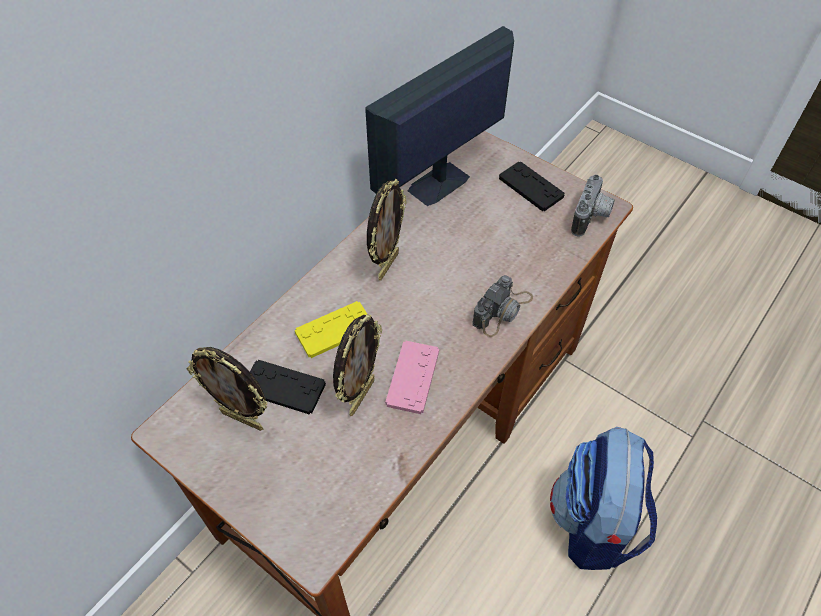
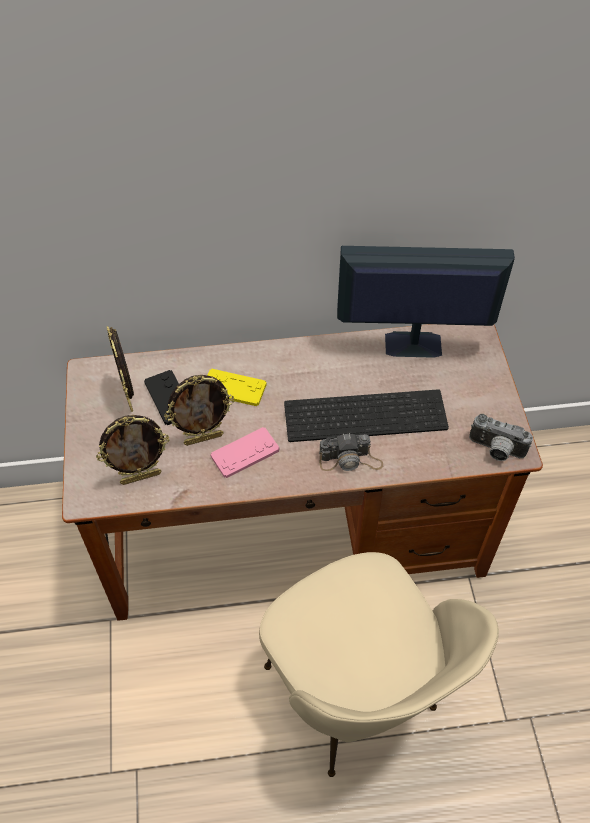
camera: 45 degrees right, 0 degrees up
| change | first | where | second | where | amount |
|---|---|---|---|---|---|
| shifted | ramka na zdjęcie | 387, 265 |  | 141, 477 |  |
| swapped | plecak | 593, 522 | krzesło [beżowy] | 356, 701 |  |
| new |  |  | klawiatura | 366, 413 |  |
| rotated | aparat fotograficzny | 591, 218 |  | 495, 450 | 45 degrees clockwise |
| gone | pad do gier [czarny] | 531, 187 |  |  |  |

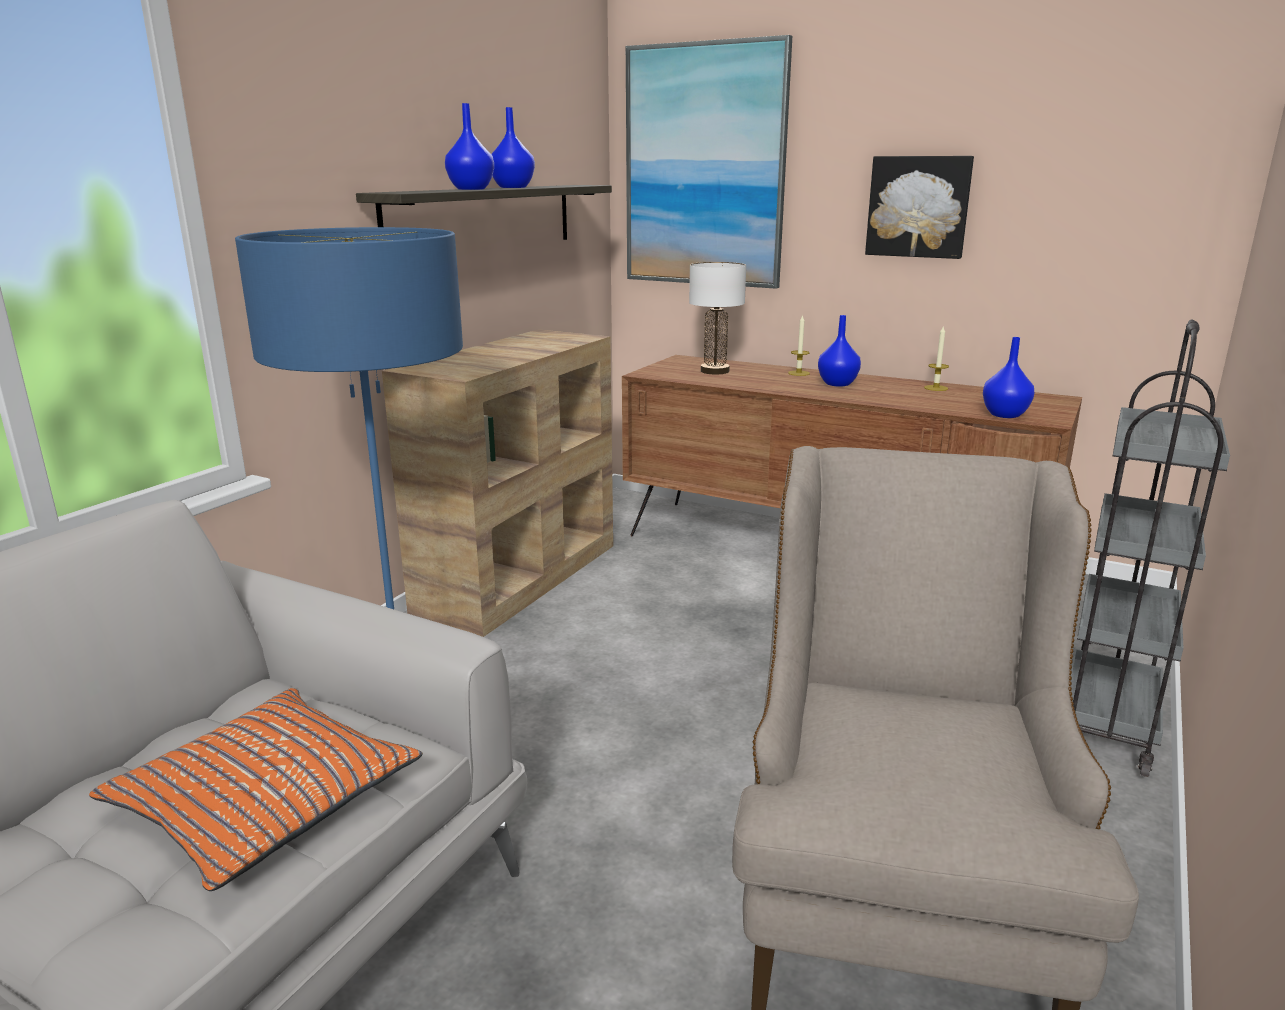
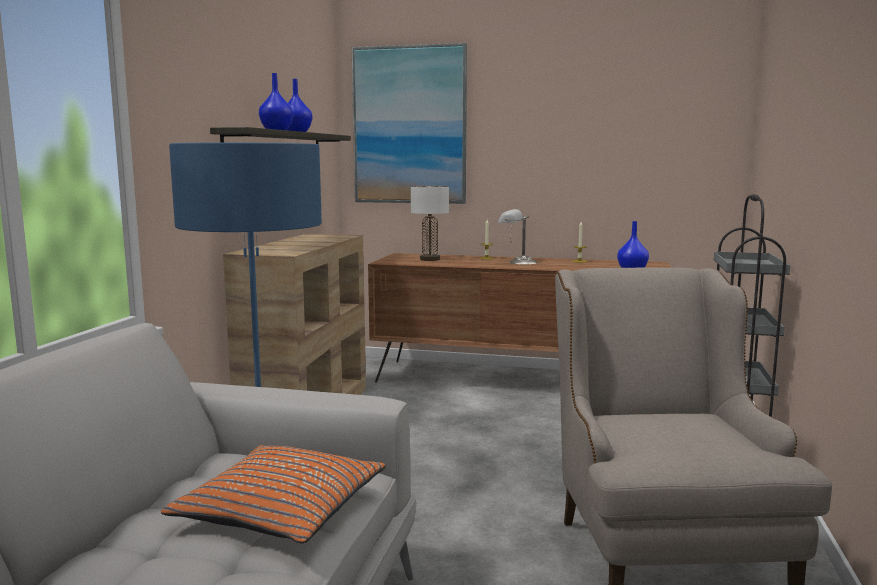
camera: 15 degrees left, 10 degrees down
| change | first | where | second | where | amount |
|---|---|---|---|---|---|
| swapped | wazon [niebieski] | 838, 384 | lampa stołowa [biały] | 517, 262 |  |
| gone | obraz | 918, 207 |  |  |  |

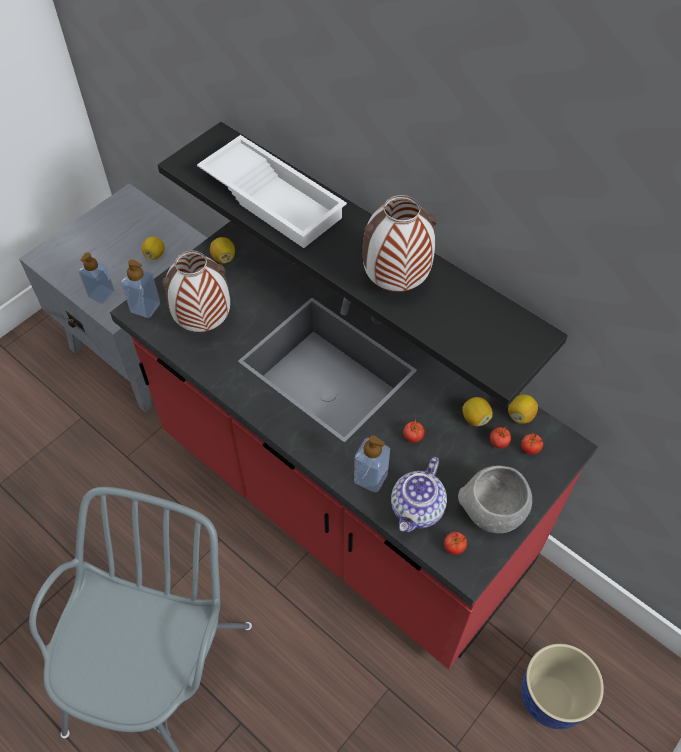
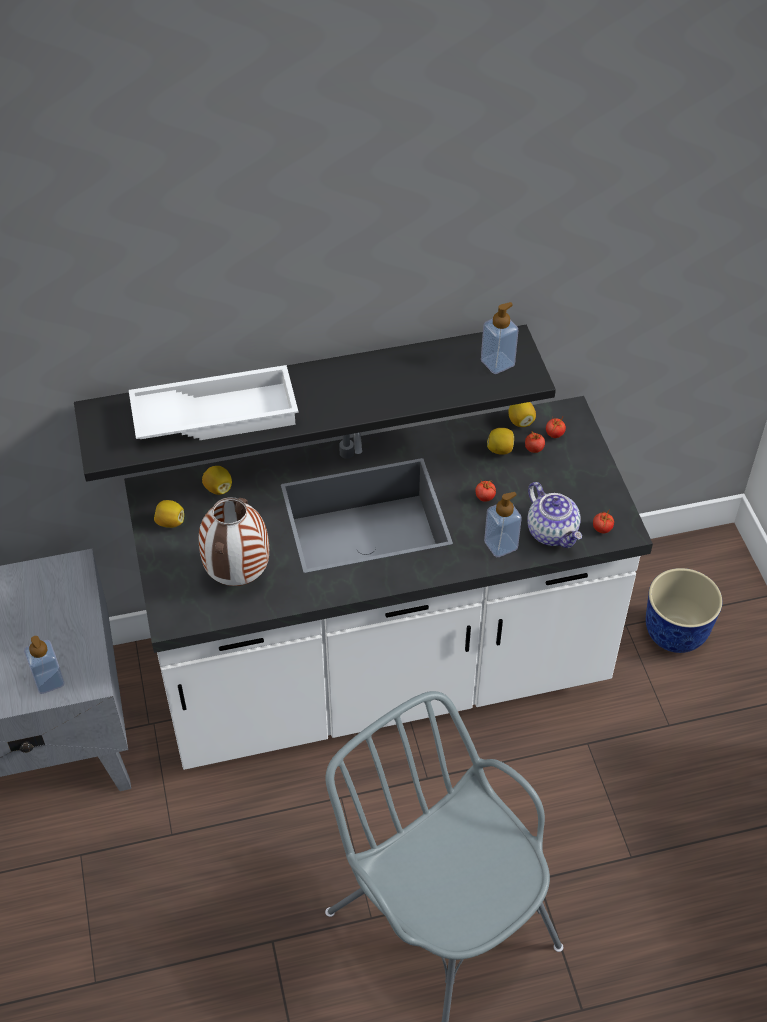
camera: 55 degrees left, 5 degrees down
| change | first | where | second | where | amount |
|---|---|---|---|---|---|
| repainted | zabudowa kuchenna [czerwony] | 340, 502 | zabudowa kuchenna [biały] | 383, 674 |  |
| shifted | cytryna | 155, 254 |  | 218, 488 |  |
| shifted | dozownik mydła | 145, 307 |  | 497, 363 |  |
| gone | wazon | 395, 285 |  |  |  |
| gone | miska [szary] | 491, 514 |  |  |  |

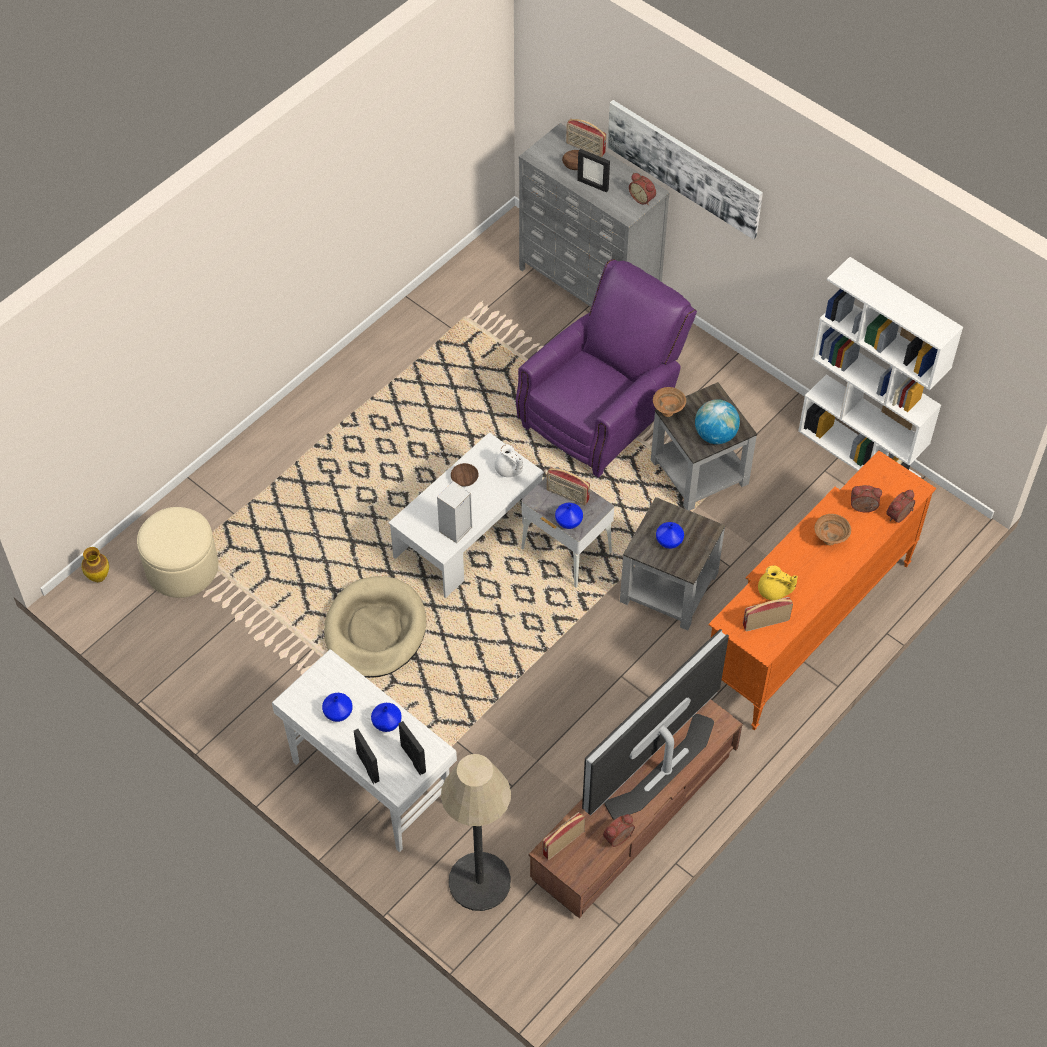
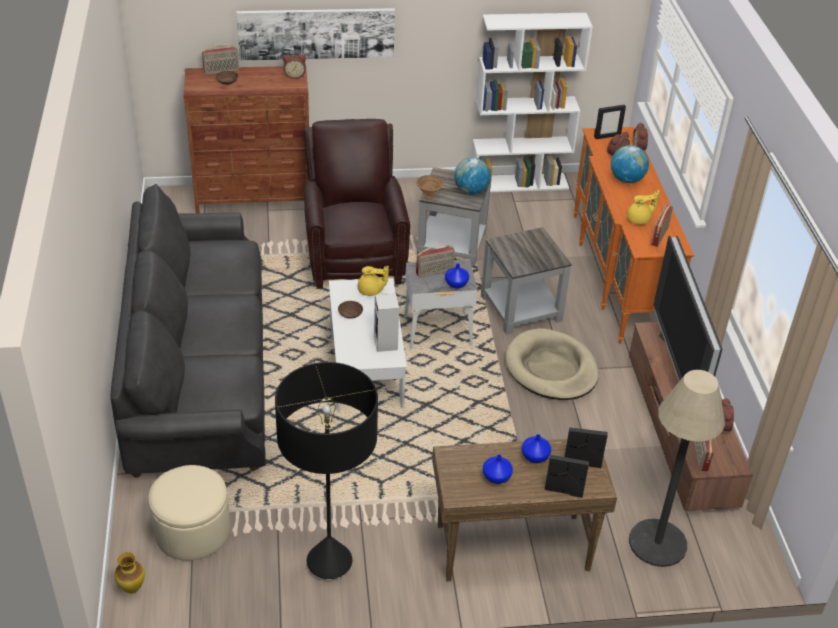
camera: 50 degrees left, 15 degrees down
| change | first | where | second | where | amount |
|---|---|---|---|---|---|
| new |  |  | kanapa [czarny] | 199, 371 |  |
| repainted | komoda [szary] | 589, 286 | komoda [brązowy] | 254, 198 |  |
| new |  |  | lampa stojąca [czarny] | 329, 564 |  |
| repainted | fotel [fioletowy] | 603, 411 | fotel [brązowy] | 354, 251 |  |
| repainted | imbryk [biały] | 509, 470 | imbryk [żółty] | 371, 291 |  |
| repainted | stolik konsolowy [biały] | 369, 782 | stolik konsolowy [brązowy] | 511, 548 |  |
| shifted | legowisko [beżowy] | 375, 630 |  | 551, 368 |  |
| shifted | ramka na zdjęcie | 593, 184 |  | 607, 136 |  |
| swapped | miska [brązowy] | 830, 540 | globus | 626, 179 |  |
| gone | wazon [niebieski] | 669, 541 |  |  |  |

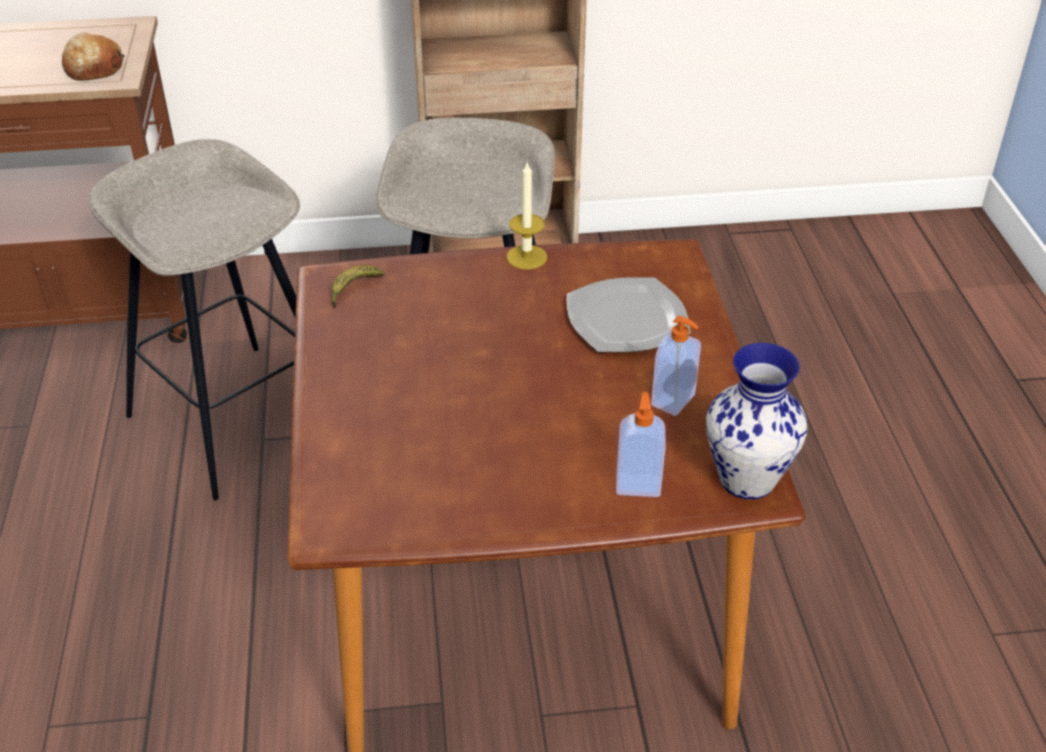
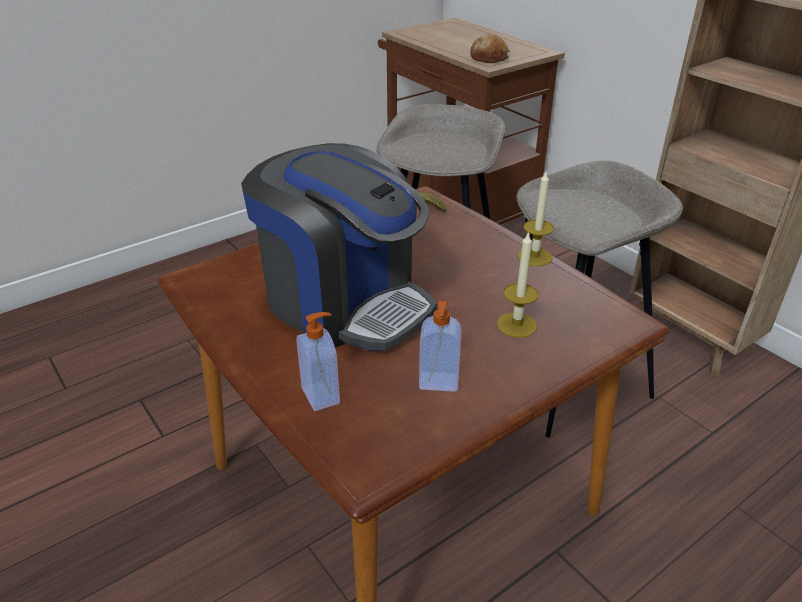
camera: 60 degrees right, 5 degrees down
| change | first | where | second | where | amount |
|---|---|---|---|---|---|
| new |  |  | ekspres do kawy | 345, 304 |  |
| swapped | talerz | 627, 318 | świeca | 516, 325 |  |
| gone | wazon | 746, 480 |  |  |  |

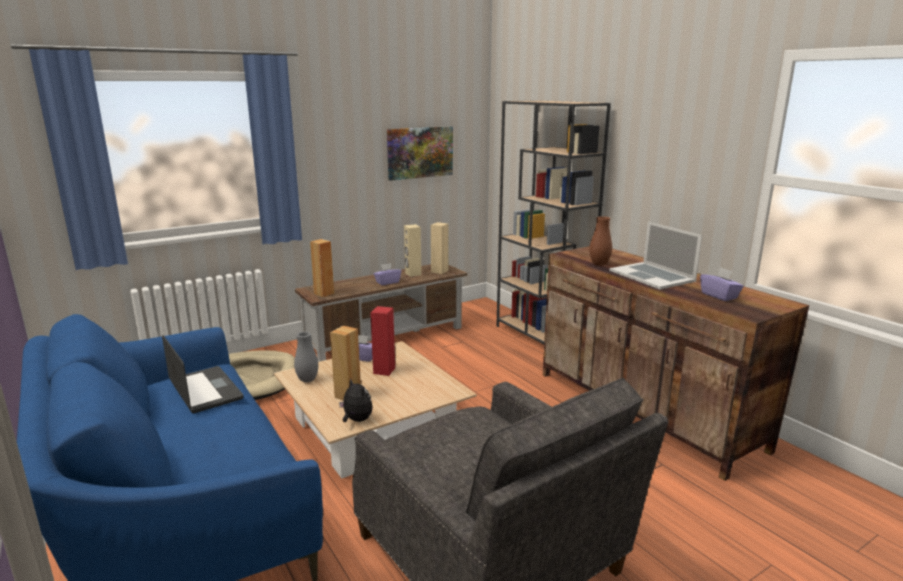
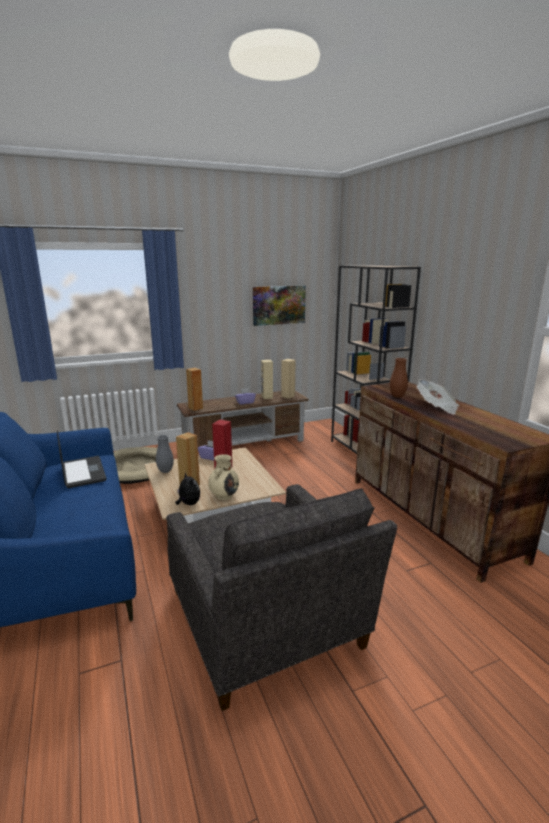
camera: 10 degrees right, 0 degrees up
| change | first | where | second | where | amount |
|---|---|---|---|---|---|
| new |  |  | wazon [beżowy] | 224, 495 |  |
| swapped | laptop | 652, 276 | gazeta | 437, 408 |  |
| gone | pudełko chusteczek [fioletowy] | 719, 296 |  |  |  |

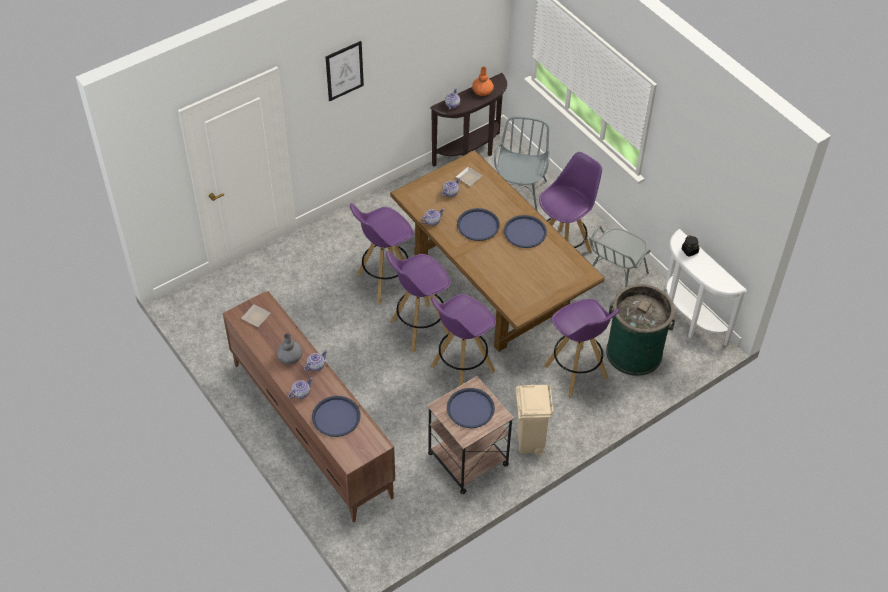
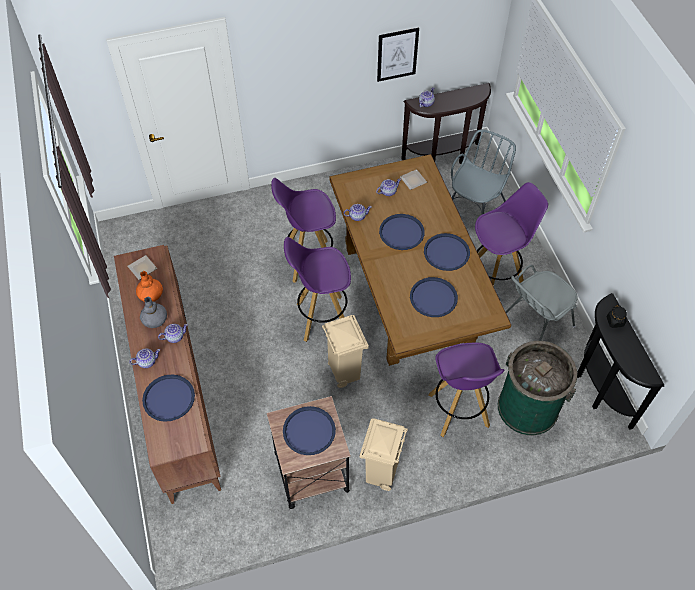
camera: 20 degrees right, 5 degrees up
| change | first | where | second | where | amount |
|---|---|---|---|---|---|
| shifted | wazon [pomarańczowy] | 482, 91 |  | 150, 294 |  |
| swapped | stołek [fioletowy] | 461, 369 | kosz na śmieci [beżowy] | 344, 372 |  |
| shifted | obraz | 344, 71 |  | 397, 54 |  |
| new |  |  | taca [niebieski] | 433, 298 |  |
| repainted | stolik konsolowy [biały] | 688, 320 | stolik konsolowy [czarny] | 598, 389 |  |

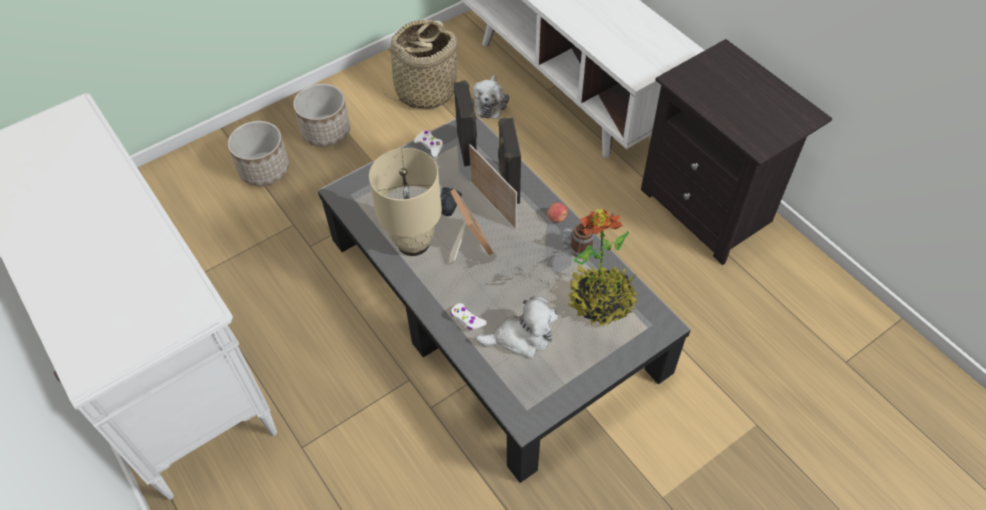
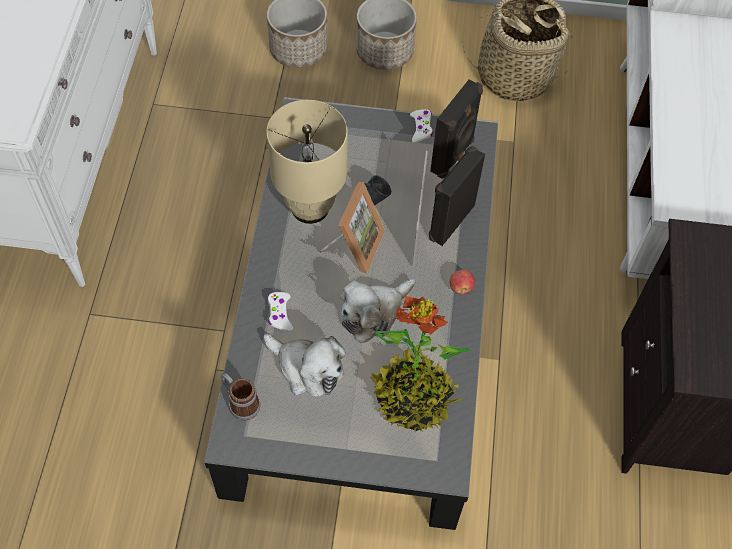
camera: 40 degrees right, 5 degrees up
| change | first | where | second | where | amount |
|---|---|---|---|---|---|
| shifted | kubek | 576, 249 |  | 240, 402 |  |
| shifted | pluszak | 490, 103 |  | 374, 313 |  |

